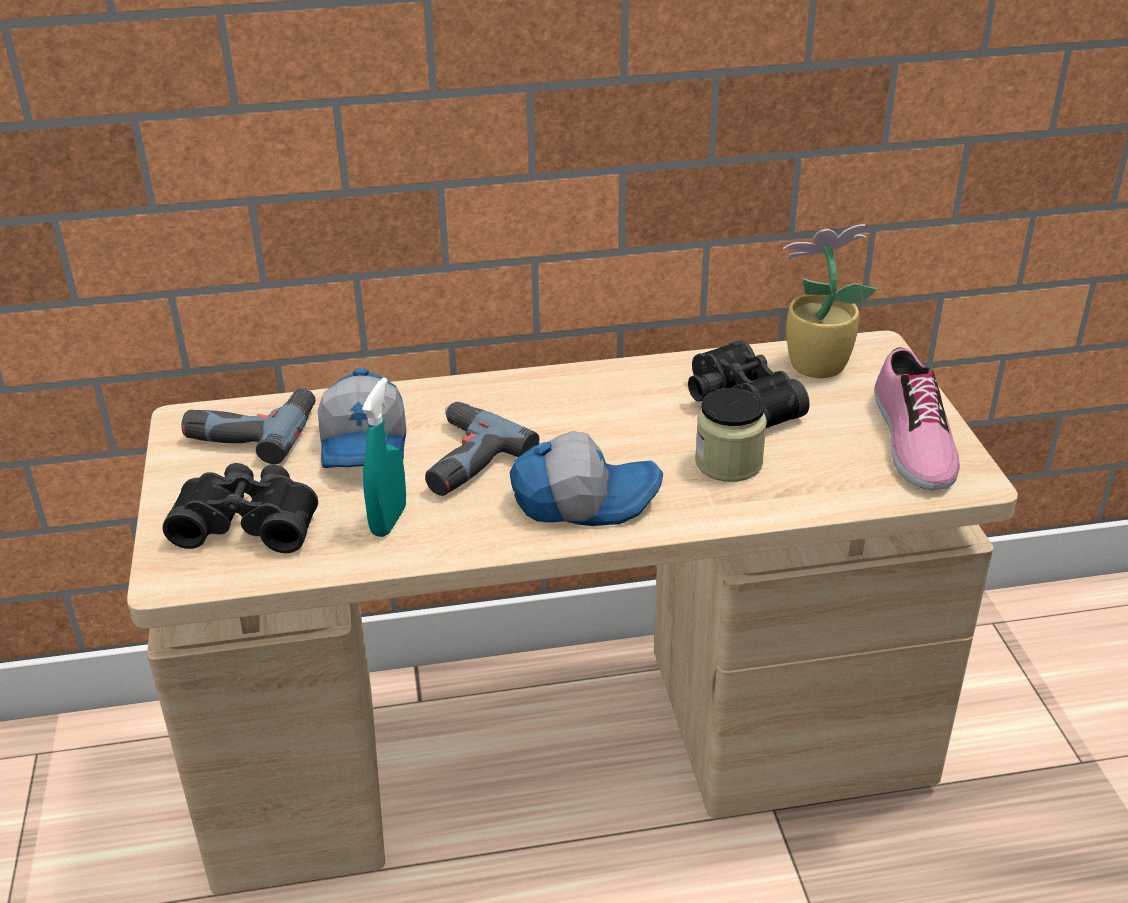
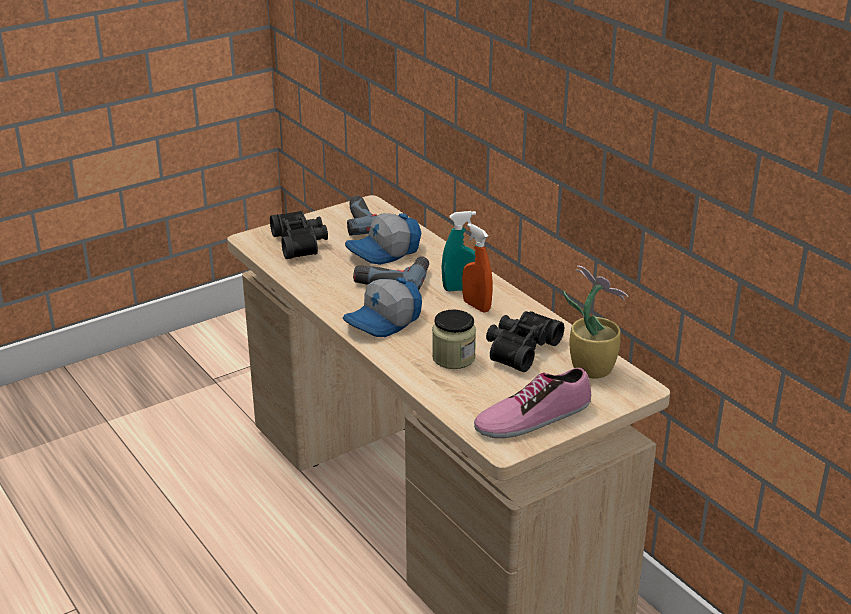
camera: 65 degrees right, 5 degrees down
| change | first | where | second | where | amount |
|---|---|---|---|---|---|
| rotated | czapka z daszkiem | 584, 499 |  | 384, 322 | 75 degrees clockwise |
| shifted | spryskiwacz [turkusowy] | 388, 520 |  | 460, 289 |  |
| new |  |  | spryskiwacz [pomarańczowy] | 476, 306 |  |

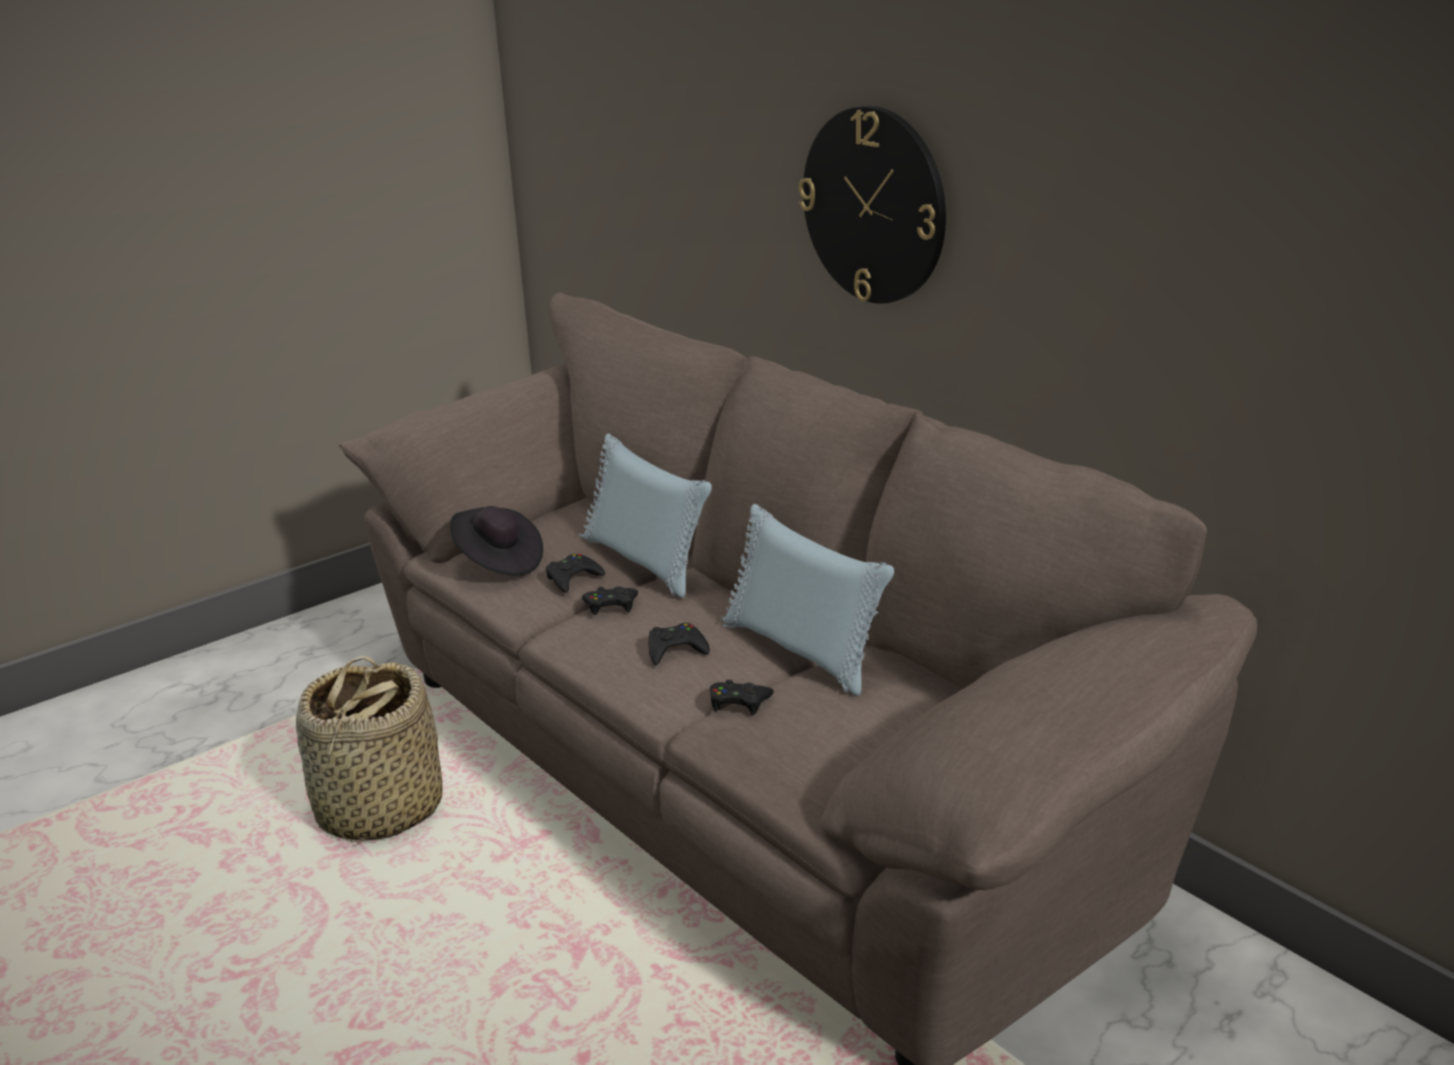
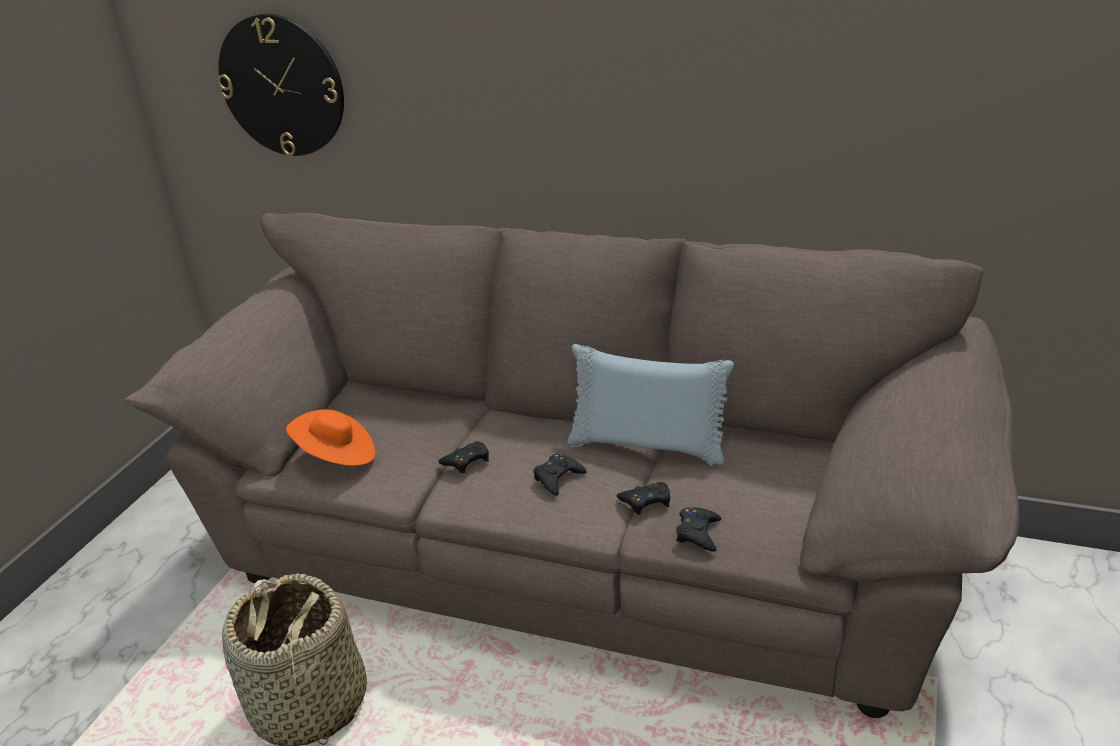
camera: 30 degrees left, 5 degrees up
| change | first | where | second | where | amount |
|---|---|---|---|---|---|
| shifted | zegar ścienny | 874, 205 |  | 282, 86 |  |
| repainted | kapelusz [czarny] | 498, 562 | kapelusz [pomarańczowy] | 336, 457 |  |
| shifted | pad do gier [czarny] | 573, 578 |  | 698, 533 |  |
| gone | poduszka [niebieski] | 646, 563 |  |  |  |

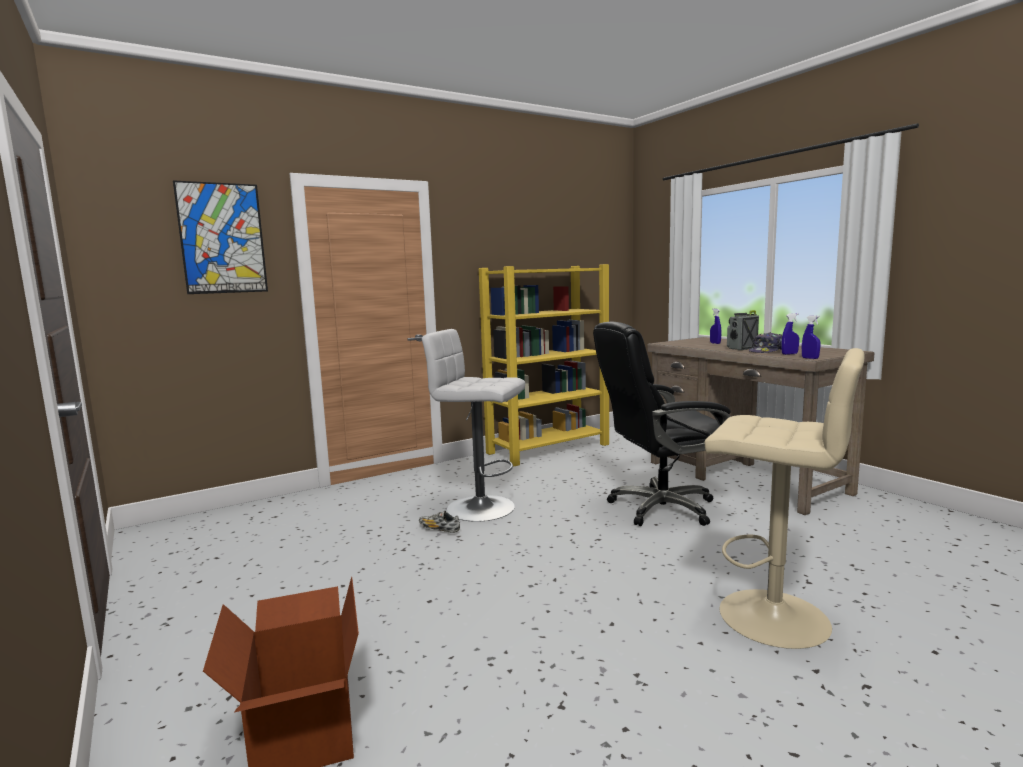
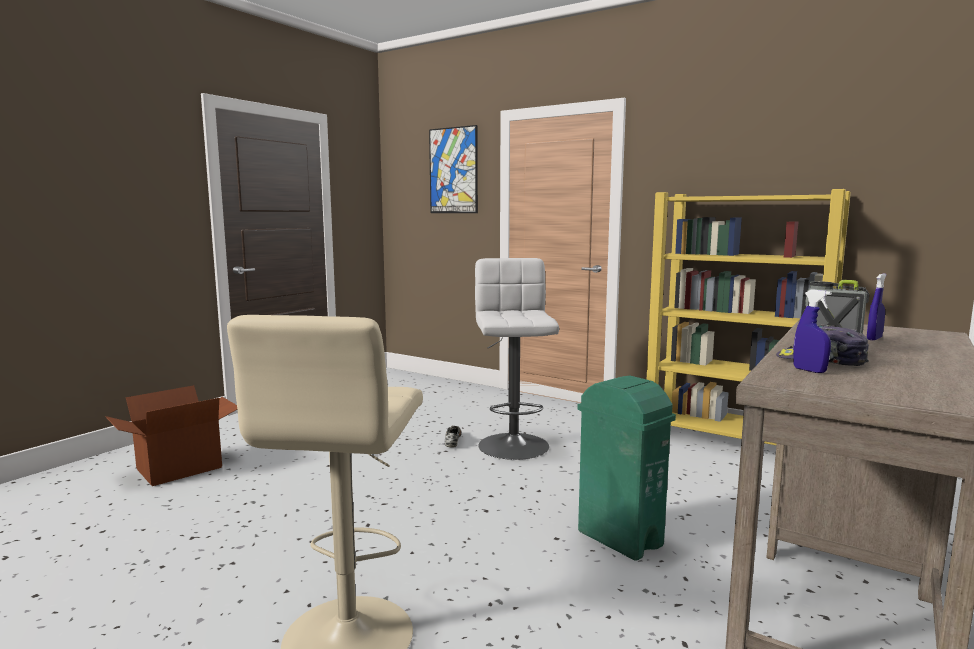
camera: 65 degrees right, 0 degrees up
| change | first | where | second | where | amount |
|---|---|---|---|---|---|
| swapped | krzesło biurowe [czarny] | 664, 507 | kosz na śmieci [zielony] | 619, 538 |  |
| gone | spryskiwacz [niebieski] | 810, 358 |  |  |  |

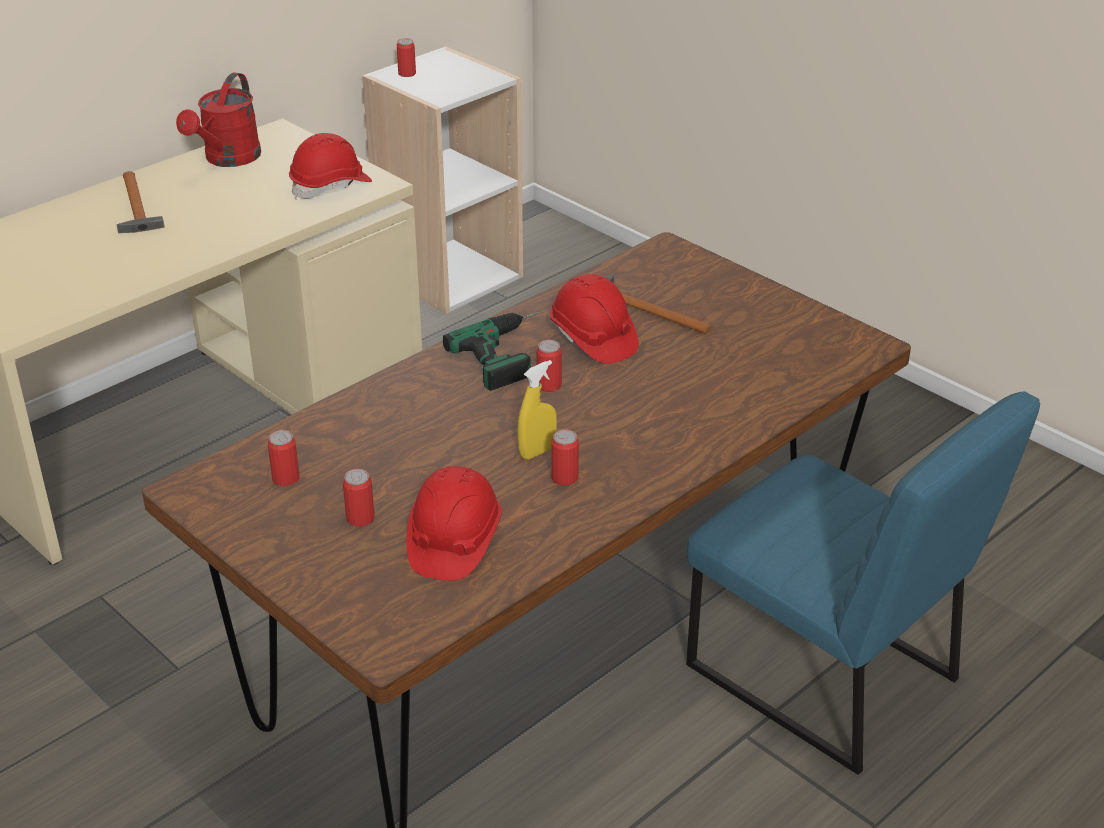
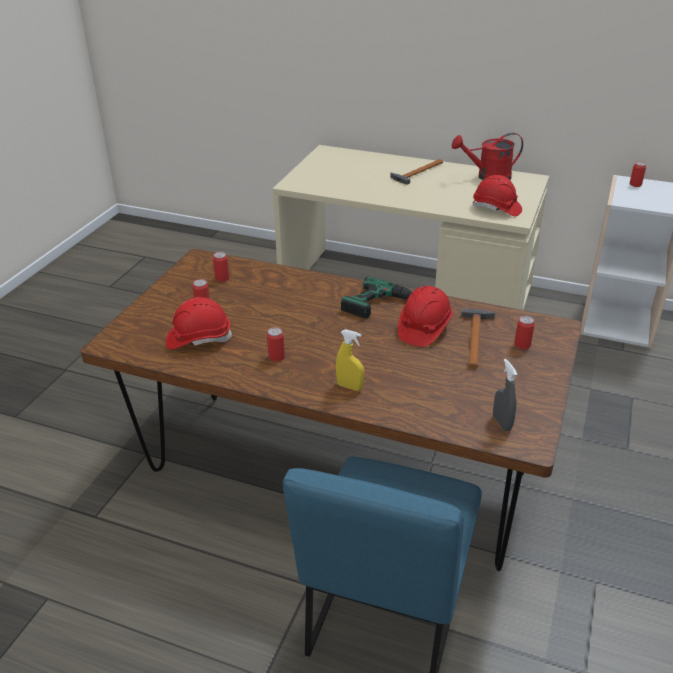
camera: 65 degrees right, 0 degrees up
| change | first | where | second | where | amount |
|---|---|---|---|---|---|
| shifted | spryskiwacz [żółty] | 537, 452 |  | 349, 387 |  |
| new |  |  | spryskiwacz [szary] | 502, 423 |  |
| shifted | puszka | 549, 385 |  | 522, 345 |  |

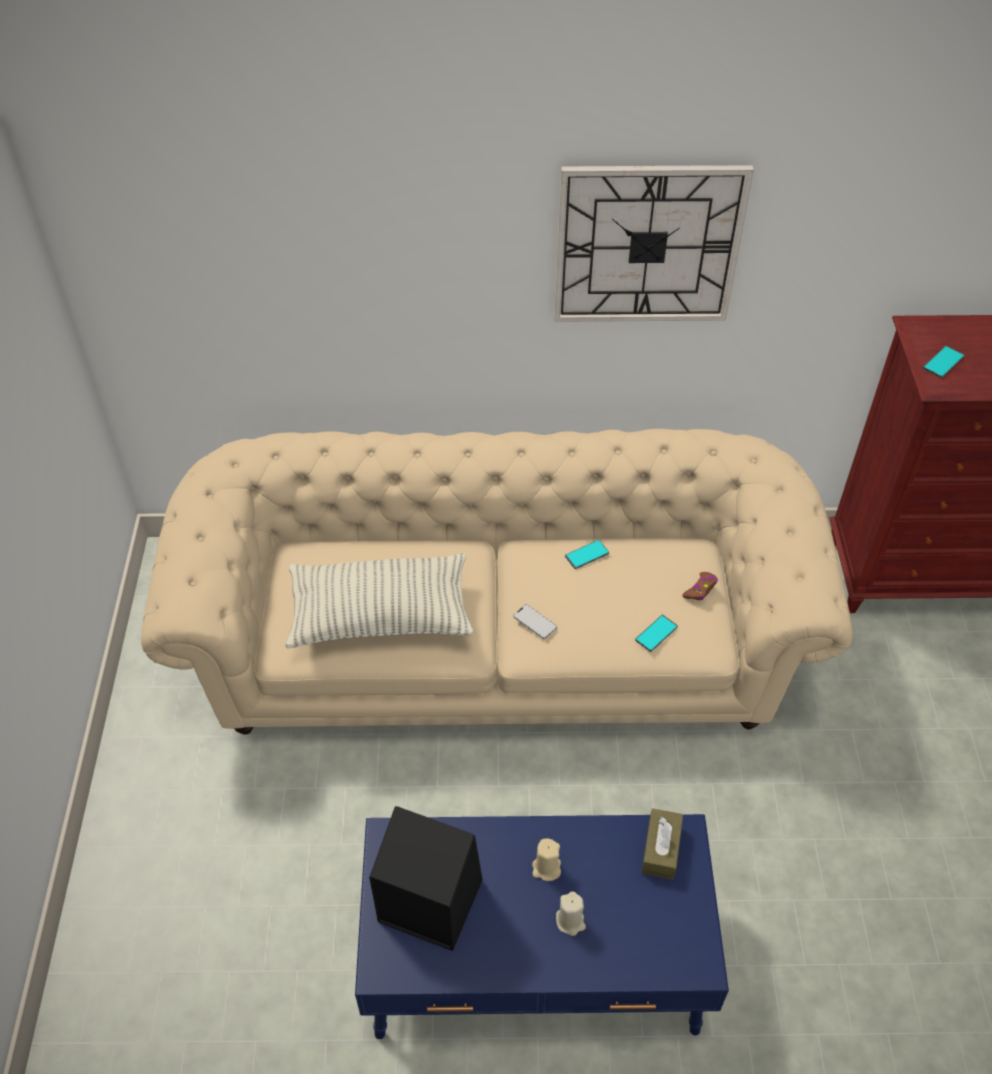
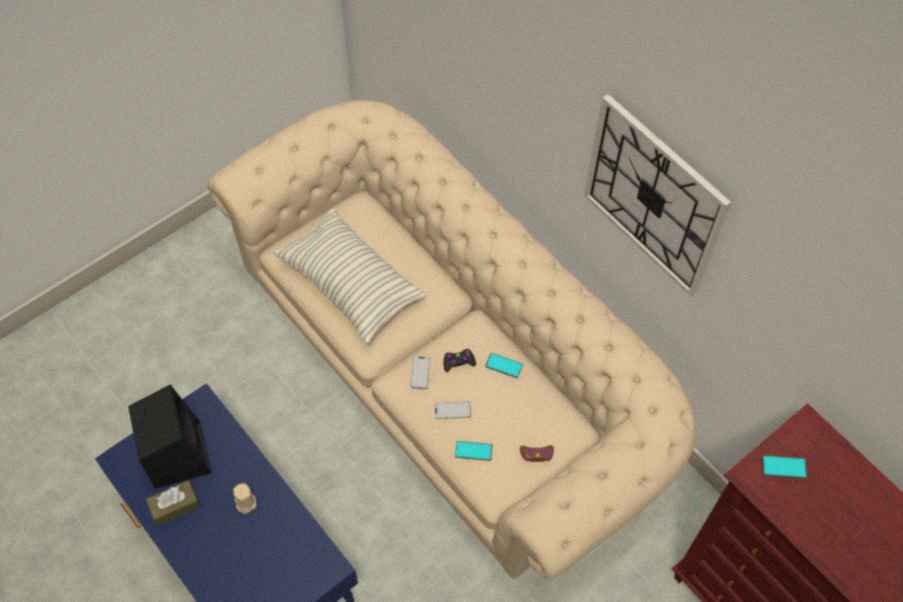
camera: 50 degrees right, 10 degrees up
| change | first | where | second | where | amount |
|---|---|---|---|---|---|
| shifted | pudełko chusteczek [brązowy] | 661, 849 |  | 175, 506 |  |
| new |  |  | telefon | 452, 410 |  |
| new |  |  | pad do gier [czarny] | 458, 362 |  |
| gone | świeca [beżowy] | 570, 921 |  |  |  |

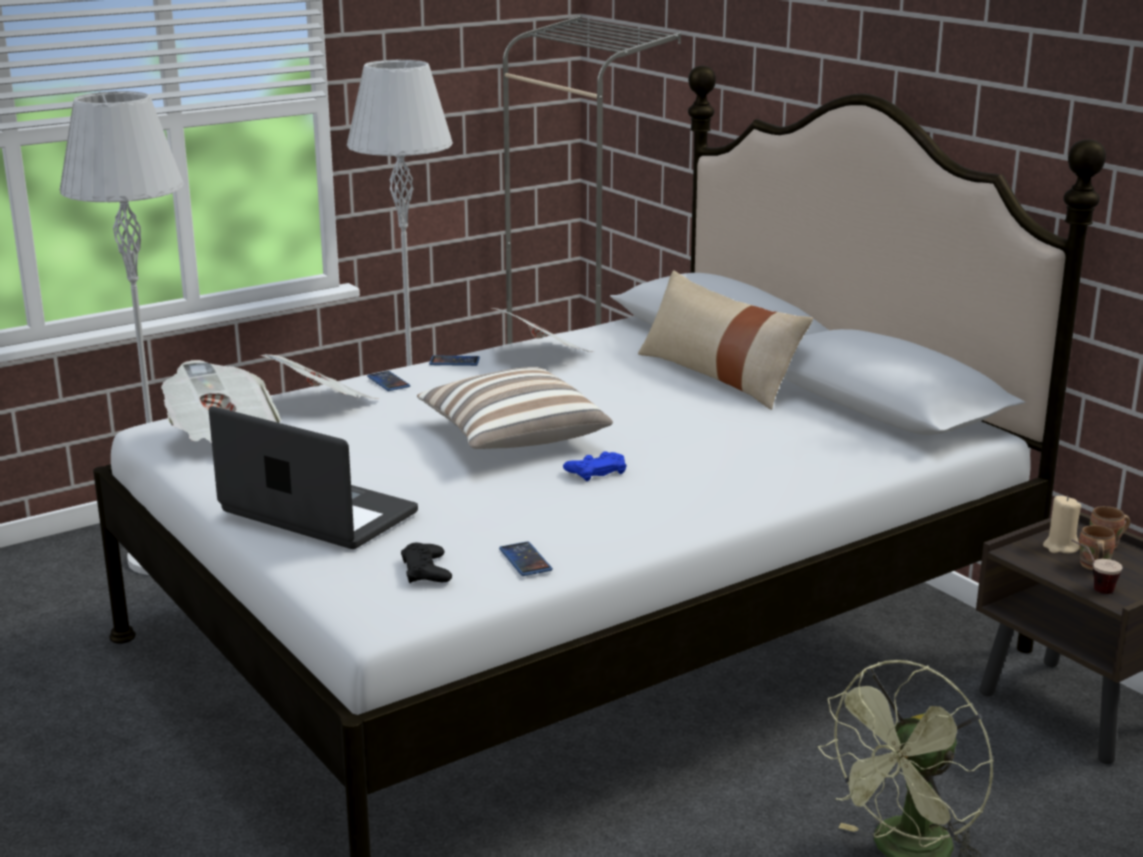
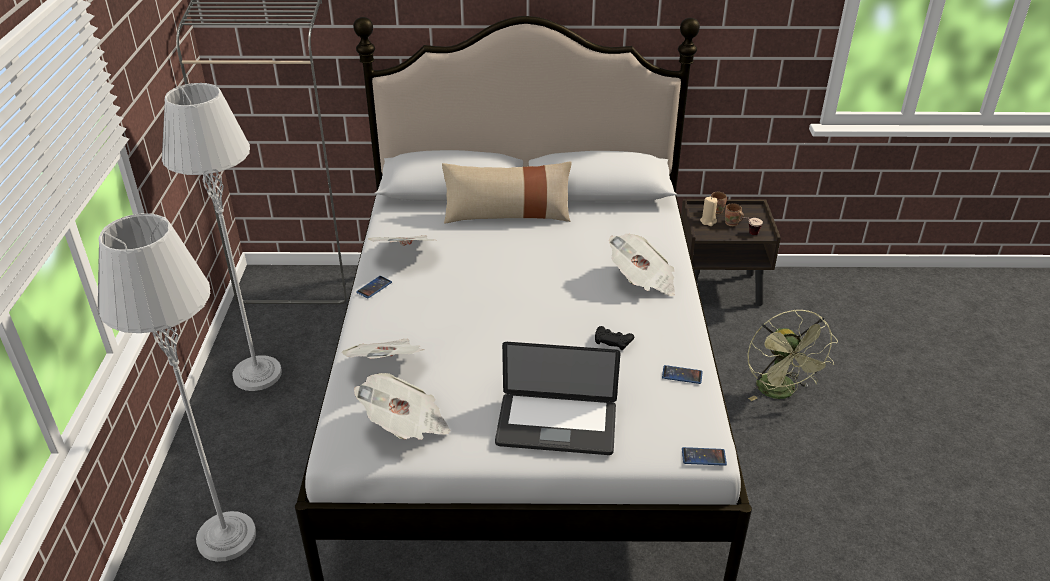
camera: 55 degrees left, 15 degrees up
| change | first | where | second | where | amount |
|---|---|---|---|---|---|
| rotated | laptop | 318, 513 |  | 556, 425 | 150 degrees counterclockwise |
| shifted | pad do gier [czarny] | 426, 570 |  | 613, 340 |  |
| new |  |  | gazeta | 642, 281 |  |
| shifted | telefon | 388, 382 |  | 703, 457 |  |
| gone | poduszka | 512, 438 |  |  |  |
| gone | pad do gier [niebieski] | 596, 471 |  |  |  |

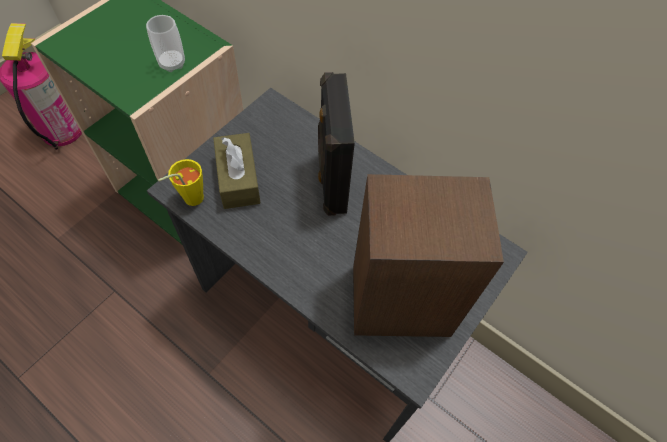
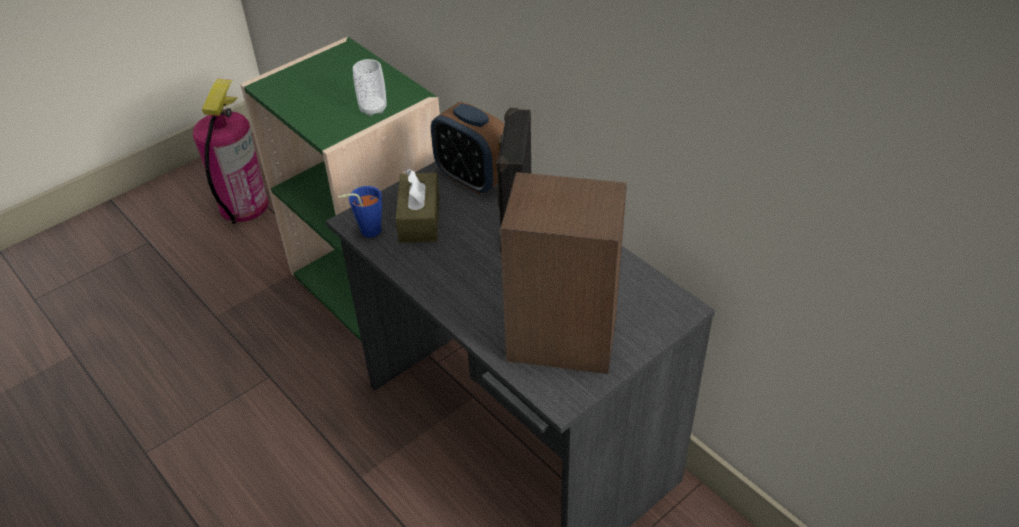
camera: 15 degrees right, 15 degrees down
| change | first | where | second | where | amount |
|---|---|---|---|---|---|
| repainted | filiżanka [żółty] | 189, 199 | filiżanka [niebieski] | 366, 232 |  |
| new |  |  | budzik | 473, 179 |  |

